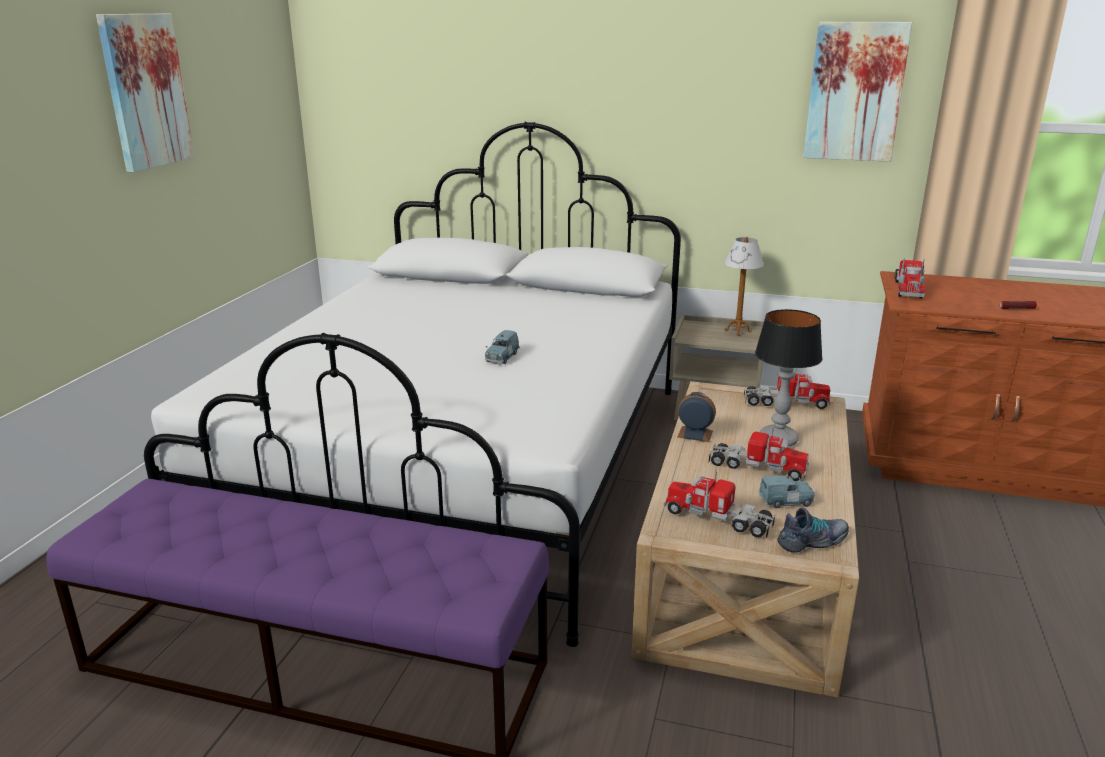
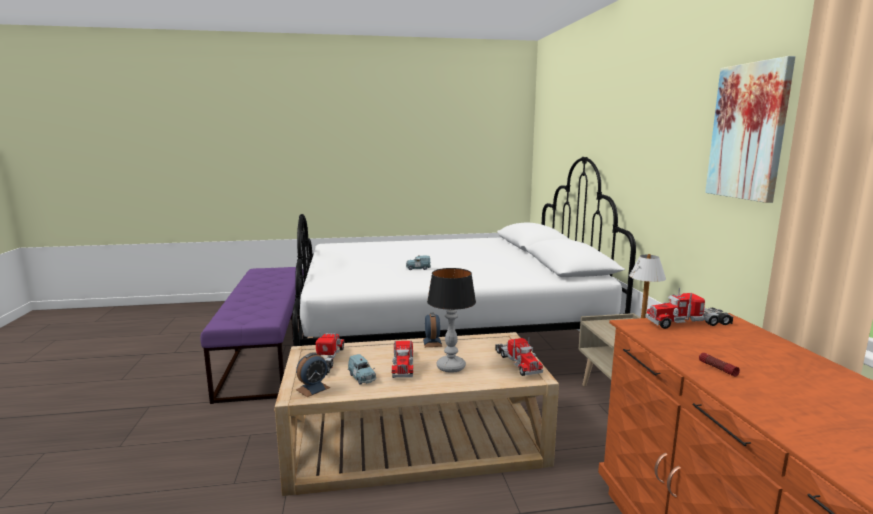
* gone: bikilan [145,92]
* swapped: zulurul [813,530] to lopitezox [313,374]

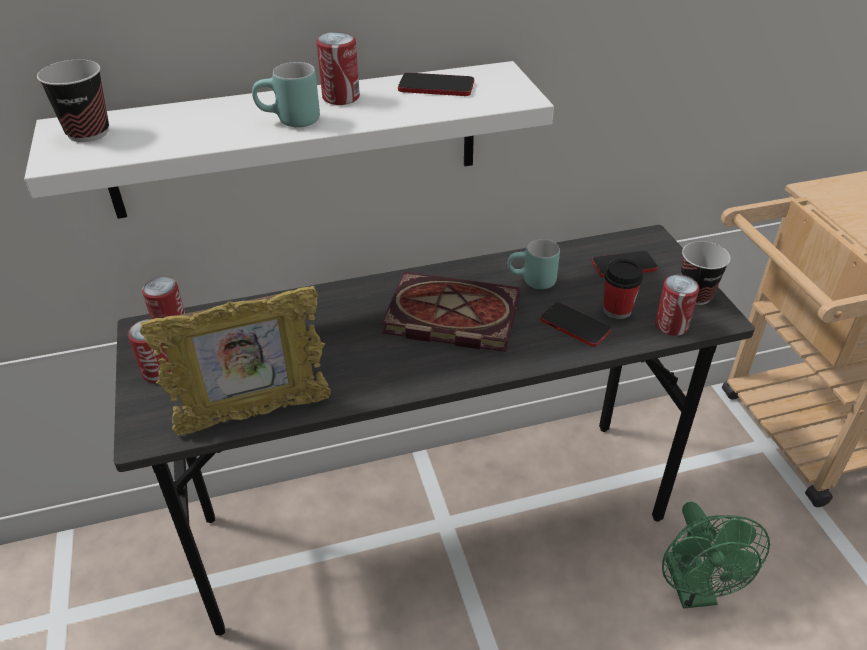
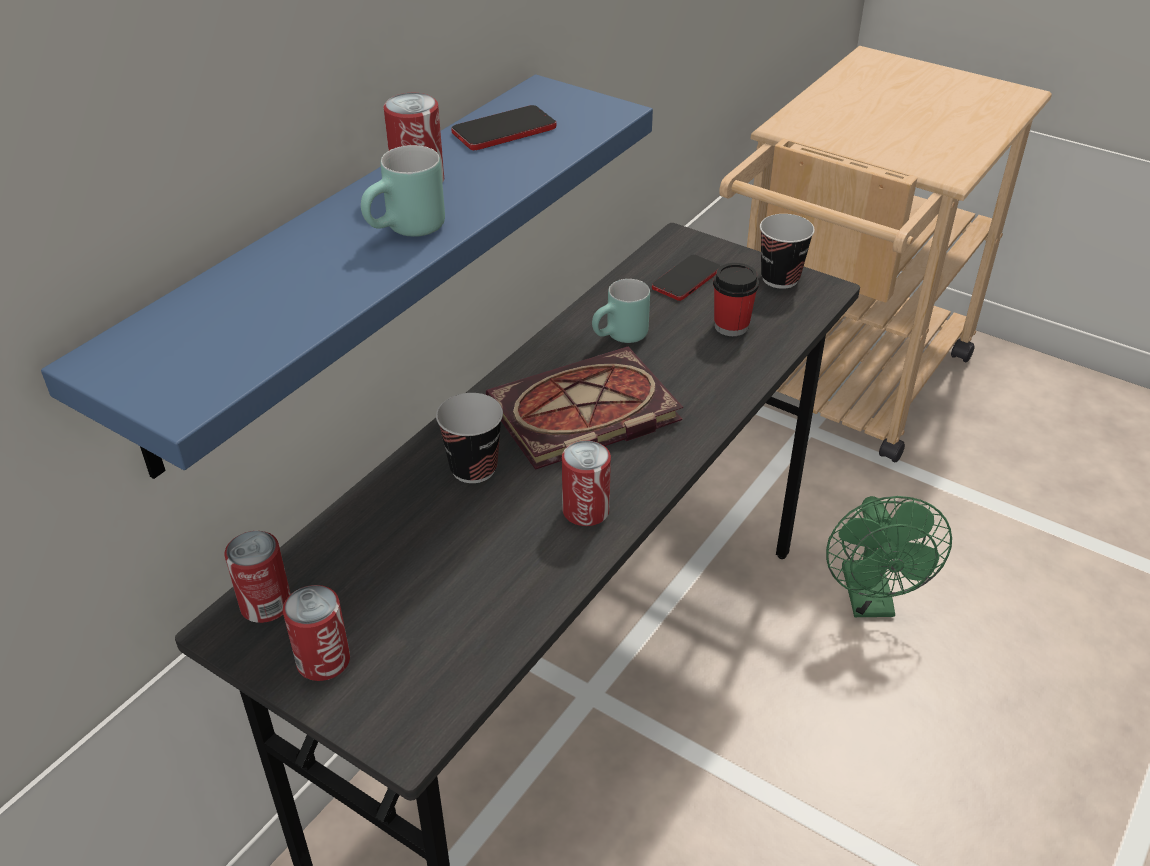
* repainted: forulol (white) [289,140] to forulol (blue) [347,277]
* shifted: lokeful [73,101] to [469,438]
* gone: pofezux [235,360]
* gone: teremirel [575,324]
* shifted: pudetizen [677,305] to [586,483]
* rotated: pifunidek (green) [716,555] = [889,556] 45 degrees clockwise

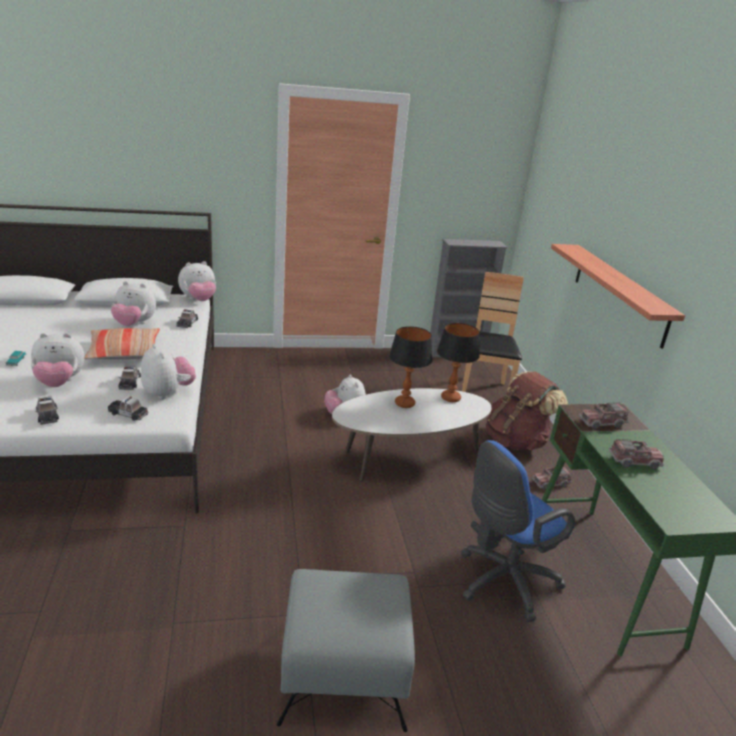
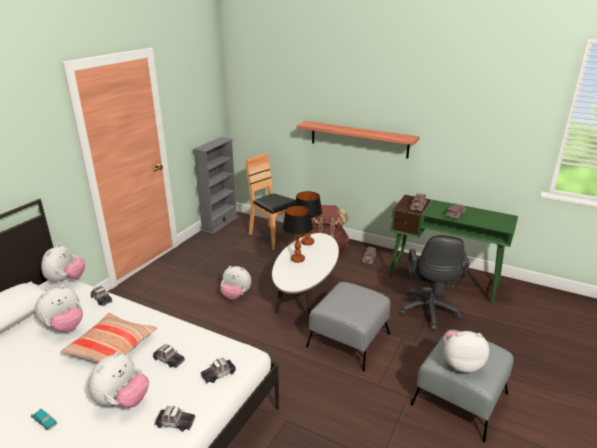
* shifted: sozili [168,372] to [466,352]
* repainted: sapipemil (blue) [518,531] to sapipemil (black) [434,282]
* new: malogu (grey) [348,326]

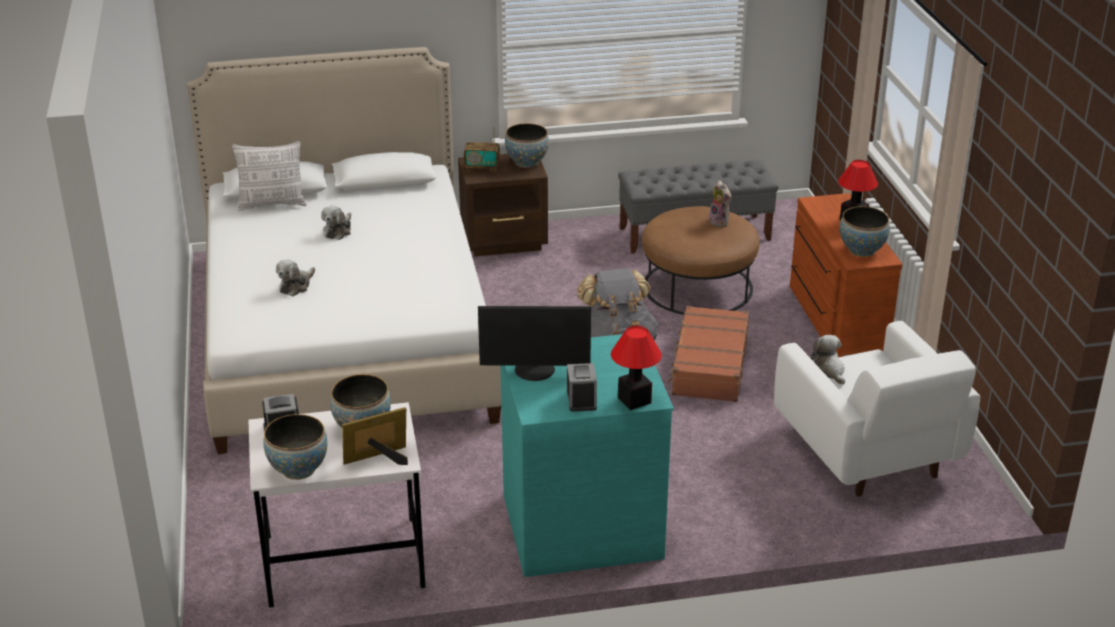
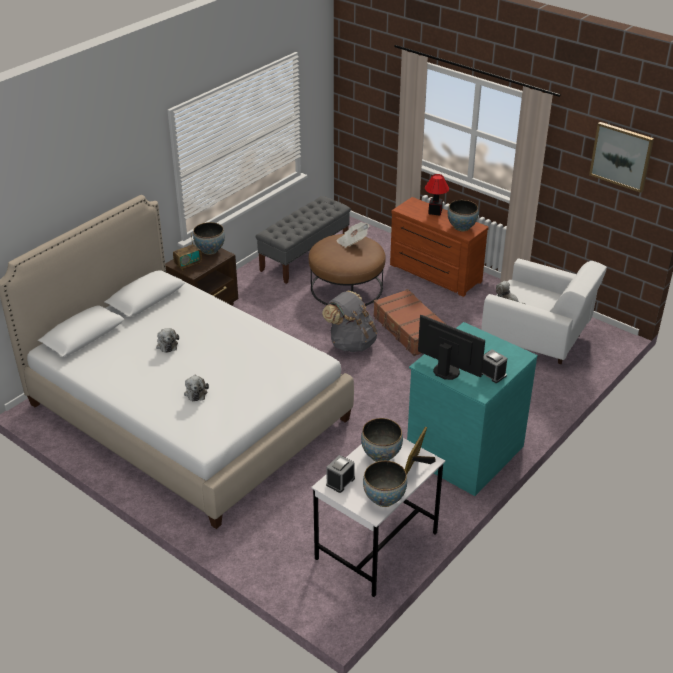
* gone: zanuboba [269,176]
* rotated: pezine [534,343] = [451,347] 105 degrees counterclockwise
* gone: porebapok [636,368]
* swapped: sozili [720,203] to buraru [353,235]
* new: bikilan [621,157]

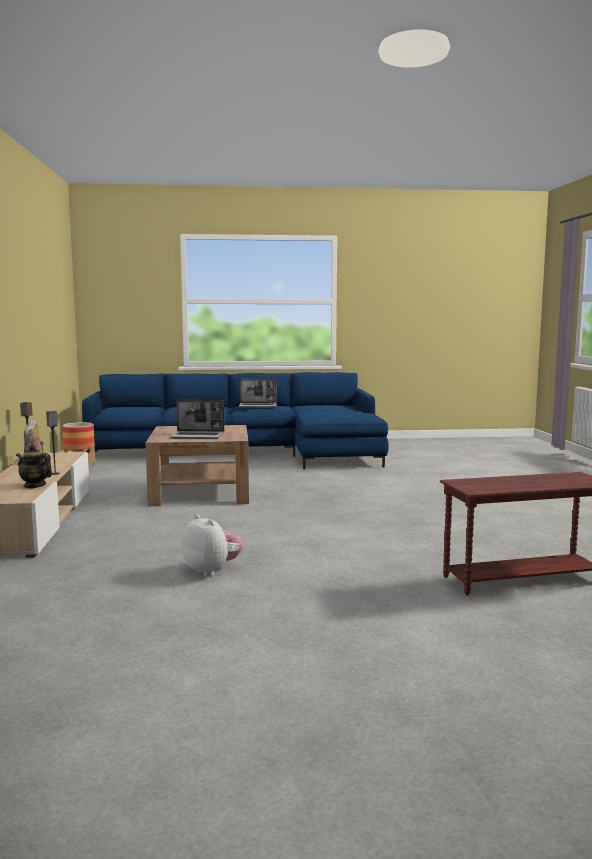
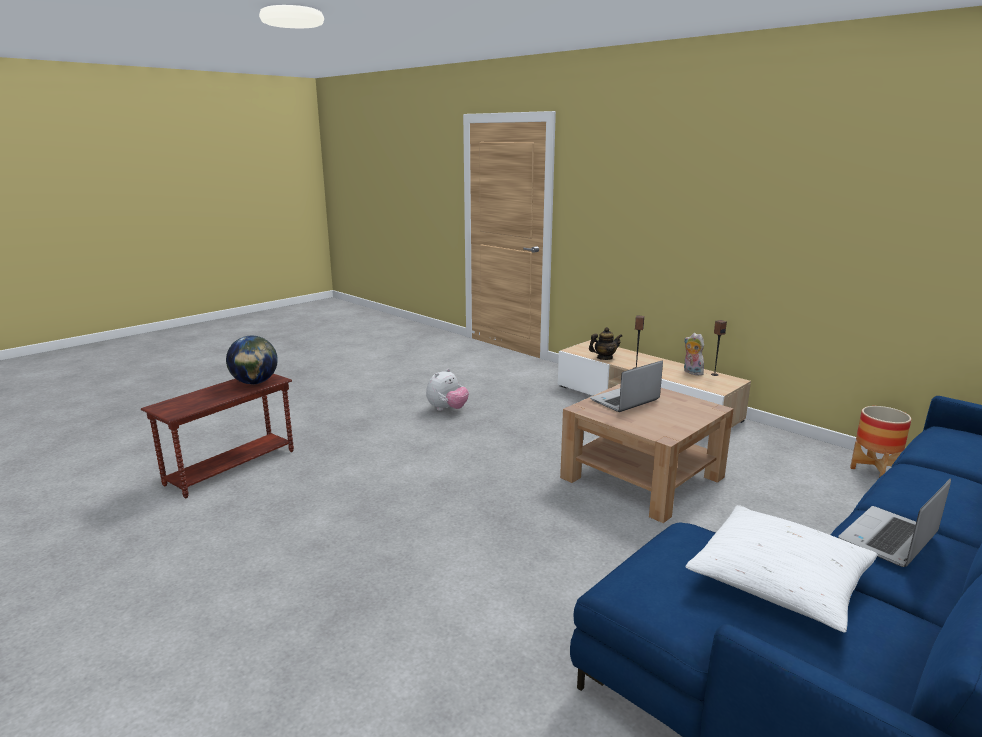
* rotated: sozili [212,545] = [447,390] 60 degrees counterclockwise
* new: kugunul [252,360]
* new: zanuboba (white) [781,569]

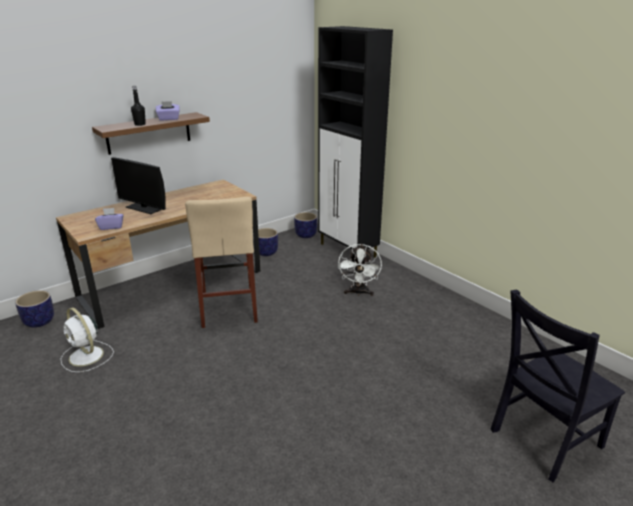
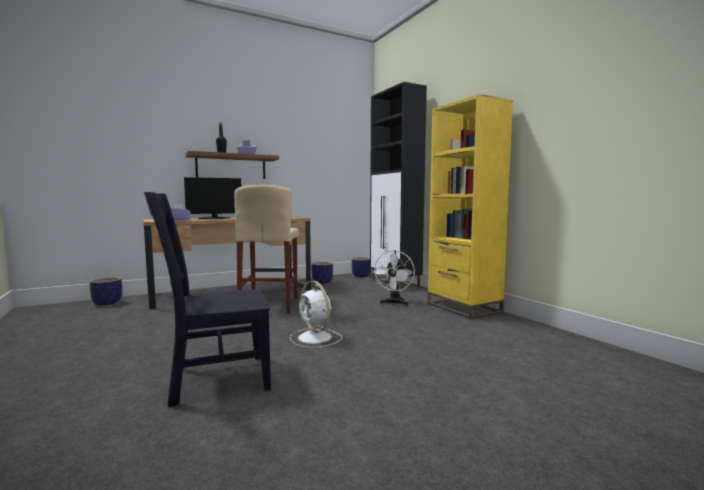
* shifted: pifunidek (white) [87,339] to [316,314]
* rotated: pezine [138,185] = [212,198] 60 degrees counterclockwise
* shifted: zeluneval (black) [558,386] to [207,299]
* new: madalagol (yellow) [470,206]

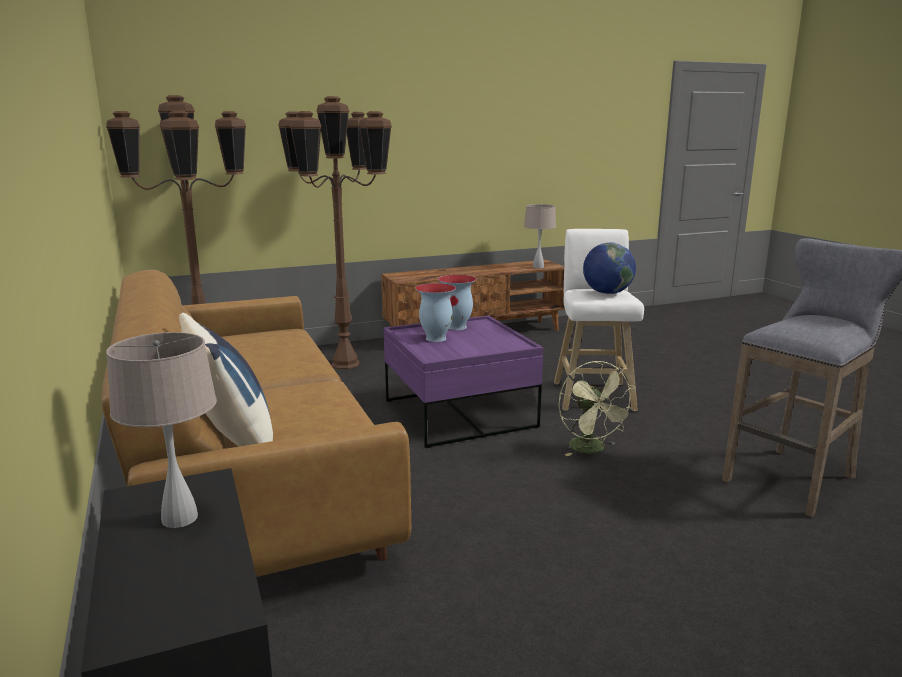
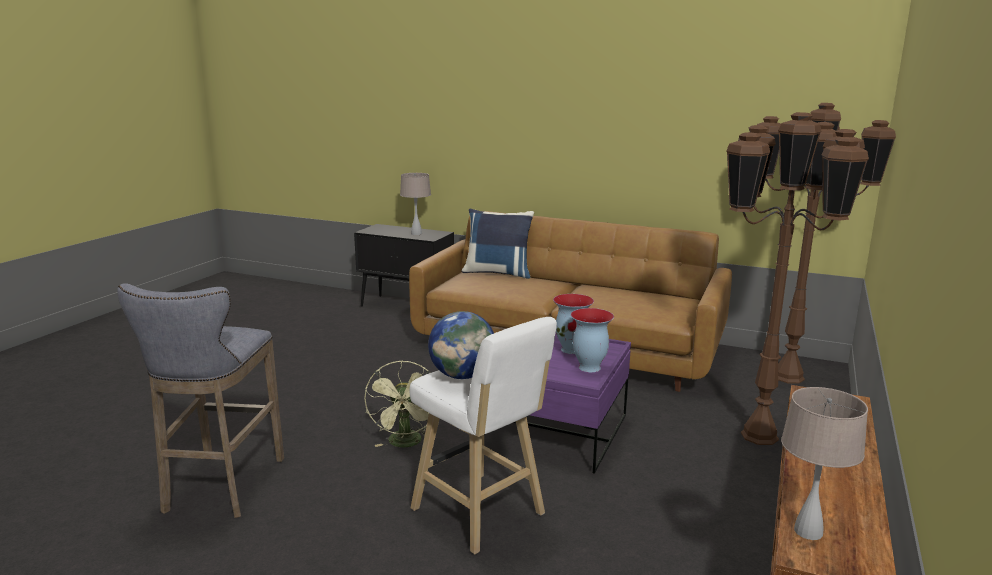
* rotated: pifunidek (green) [597,408] = [397,403] 120 degrees counterclockwise

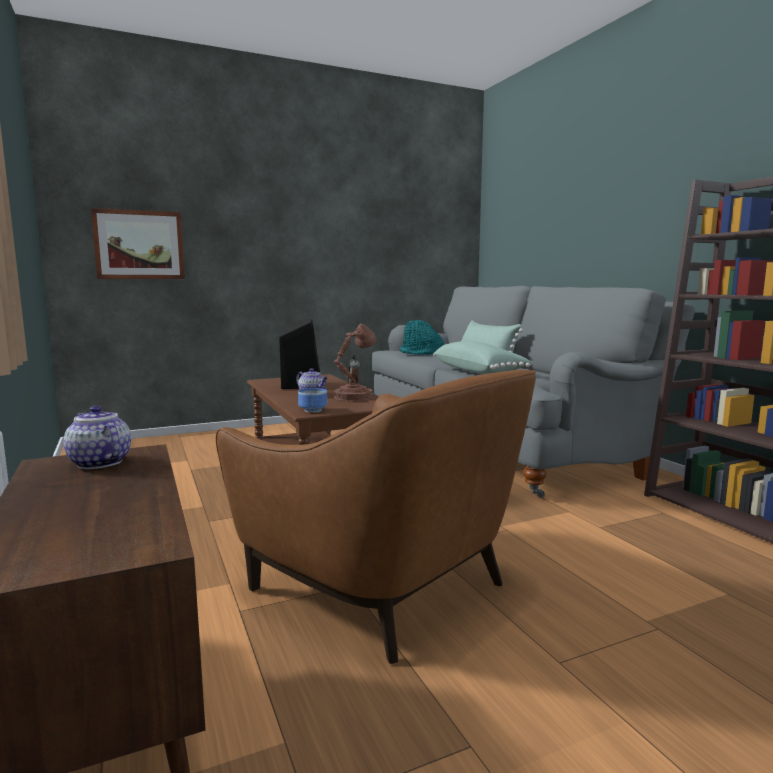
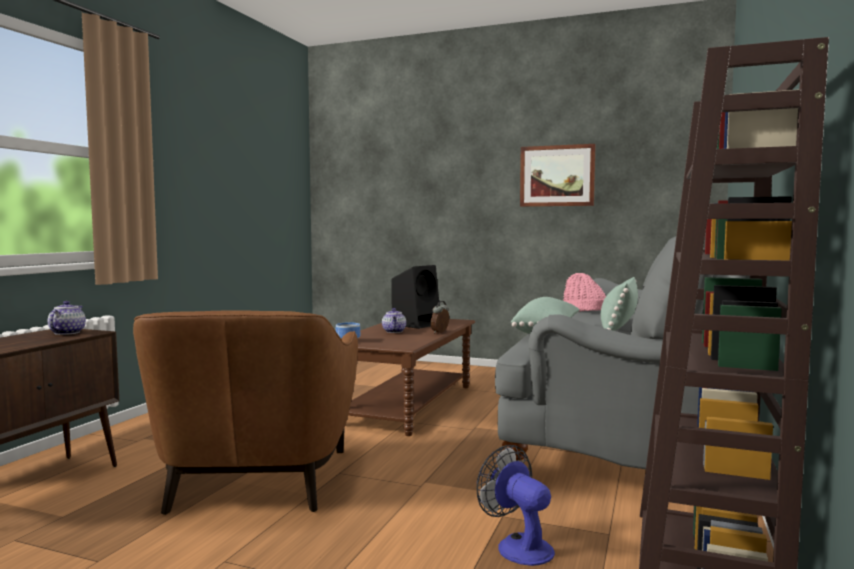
* shifted: bikilan [138,243] to [558,175]
* gone: porebapok (brown) [355,362]
* repainted: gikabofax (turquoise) [422,337] to gikabofax (pink) [584,292]
* new: pifunidek [515,505]

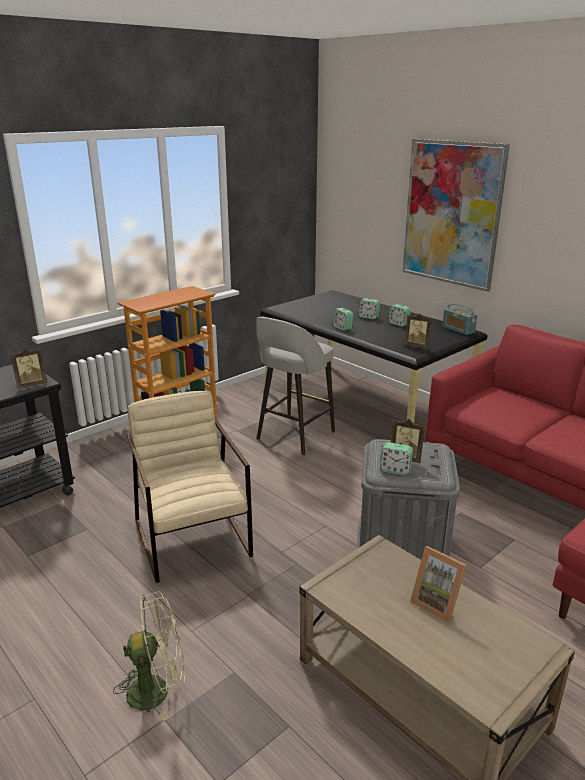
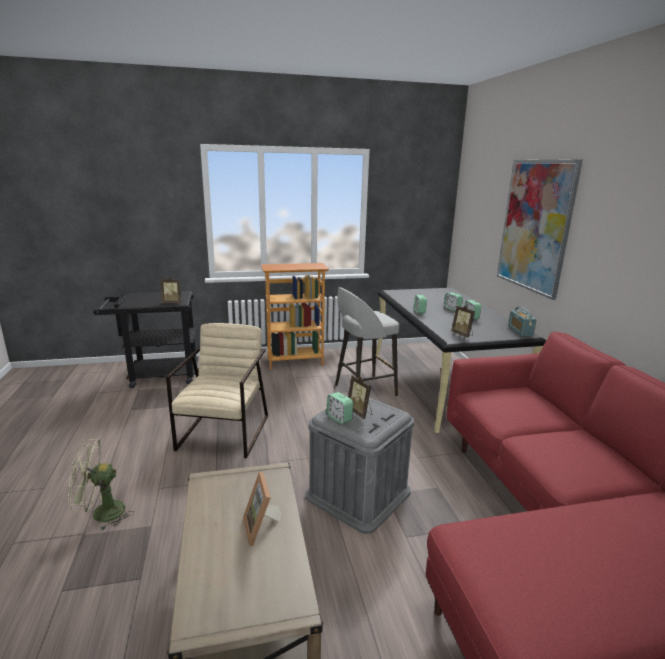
* rotated: pifunidek (green) [149,656] = [101,485] 150 degrees clockwise

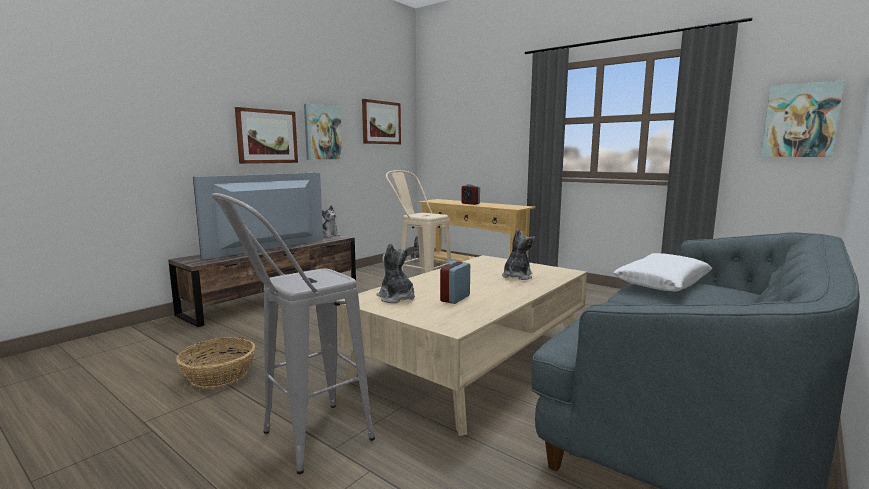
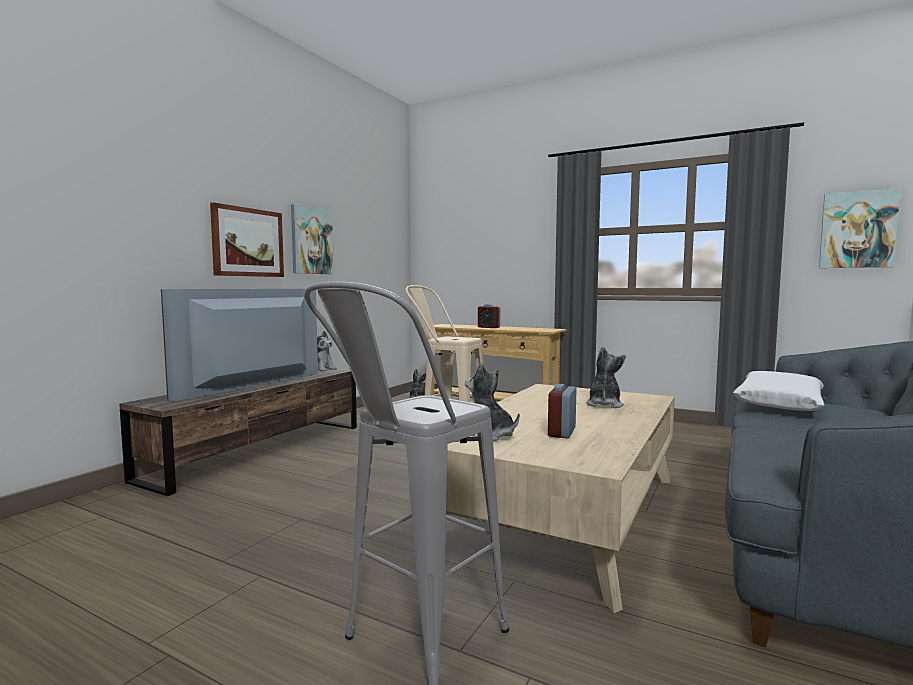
* gone: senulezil [215,362]
* gone: bikilan [381,121]

